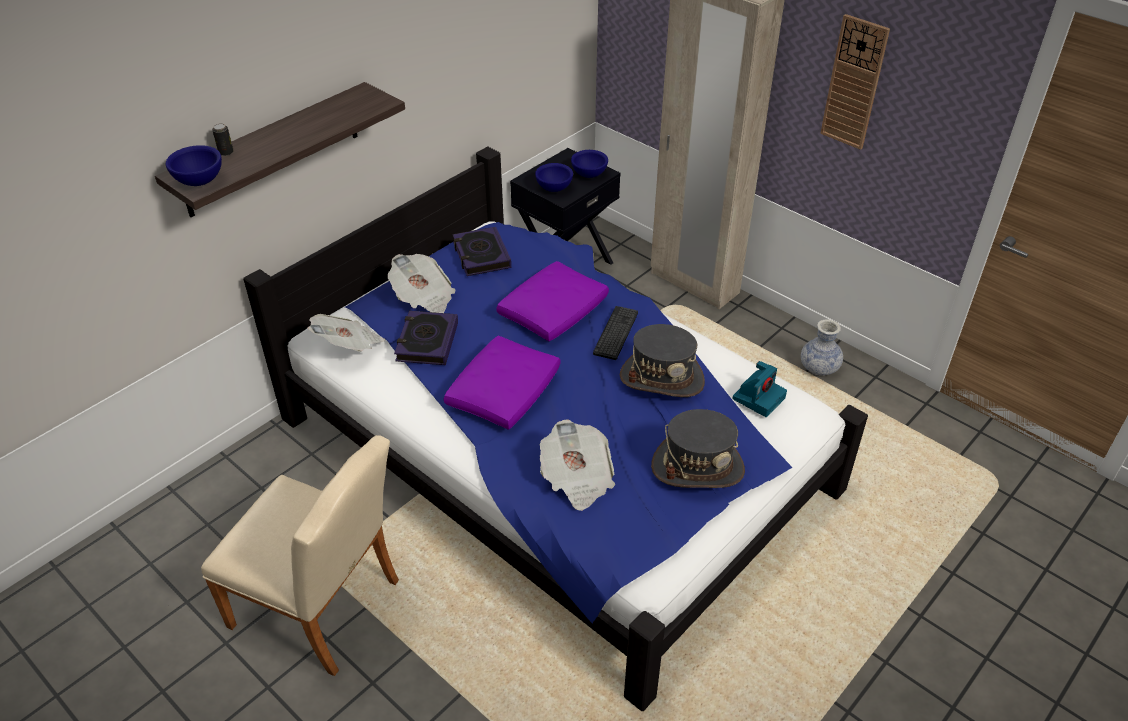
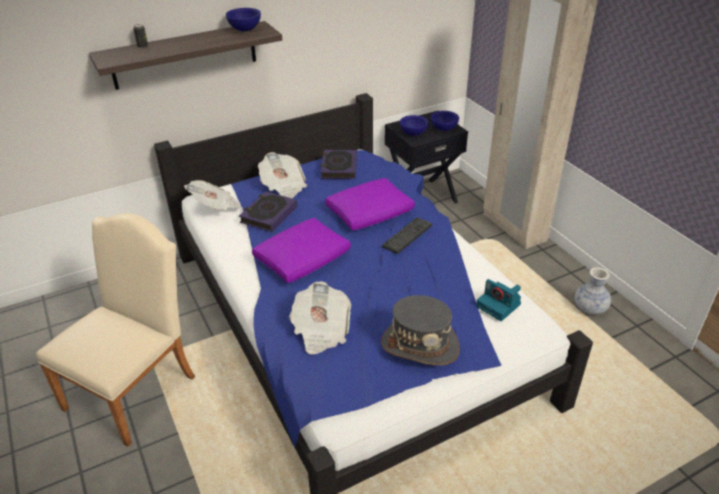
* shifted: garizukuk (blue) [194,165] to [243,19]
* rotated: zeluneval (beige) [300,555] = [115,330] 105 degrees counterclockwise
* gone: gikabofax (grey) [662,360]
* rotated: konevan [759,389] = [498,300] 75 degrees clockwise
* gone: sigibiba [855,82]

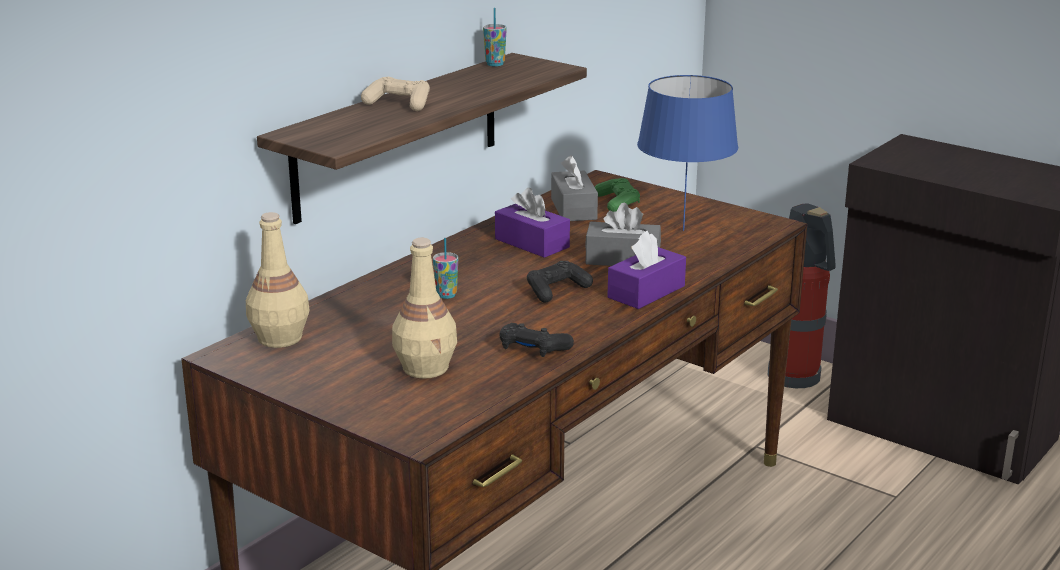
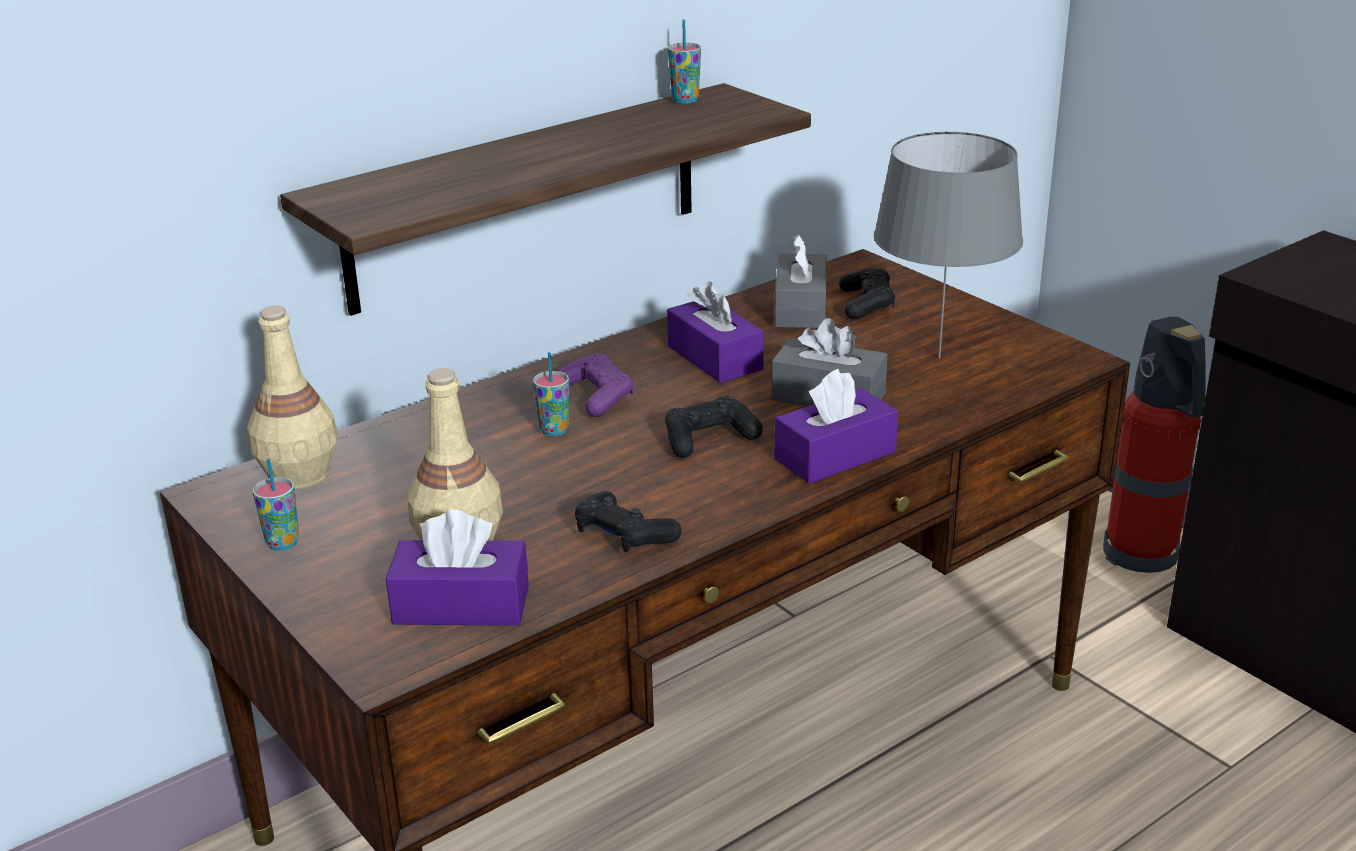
* gone: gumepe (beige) [395,94]
* repainted: gumepe (green) [617,195] to gumepe (black) [867,293]
* repainted: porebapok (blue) [687,153] to porebapok (grey) [948,245]
* new: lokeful [276,504]
* new: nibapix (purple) [457,568]
* new: gumepe (purple) [596,385]

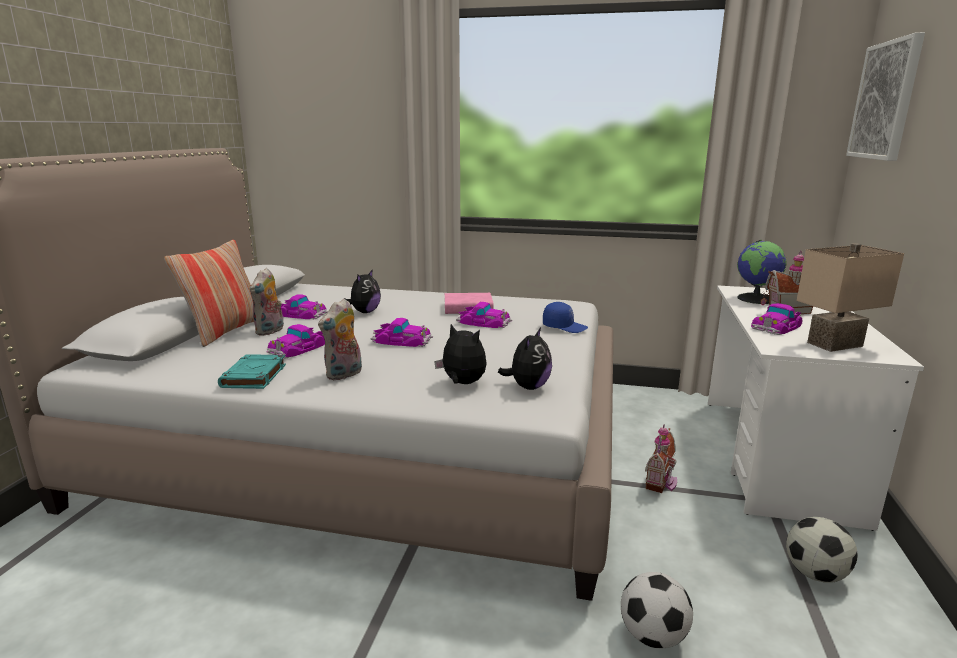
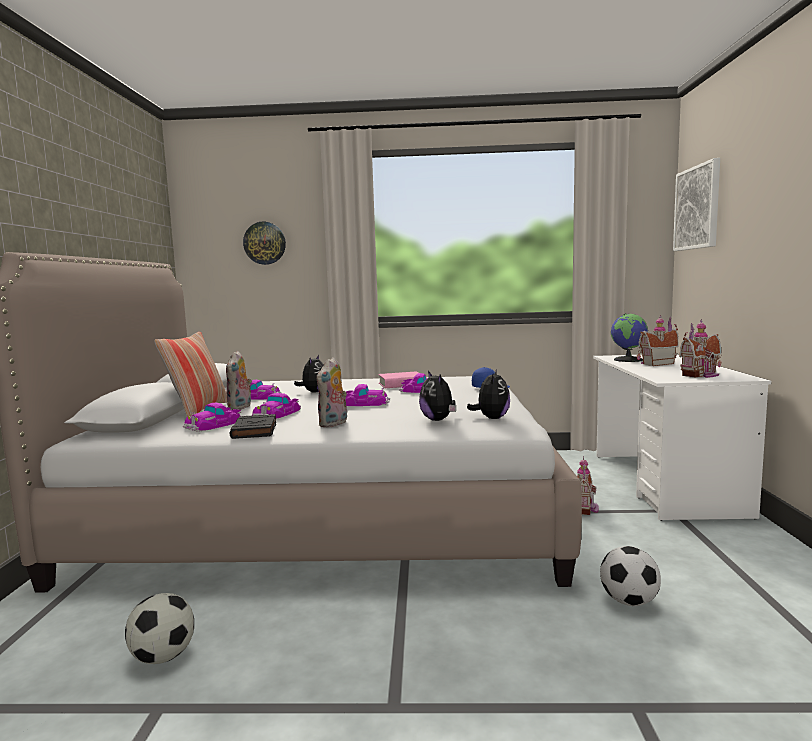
* repainted: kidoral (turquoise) [252,371] to kidoral (black) [253,426]
* rotated: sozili [460,354] = [437,396] 135 degrees counterclockwise
* shifted: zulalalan [777,319] to [212,417]
* shifted: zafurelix [822,550] to [159,628]
* swapped: porebapok (beige) [850,297] to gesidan [700,348]
* new: sigibiba [264,243]

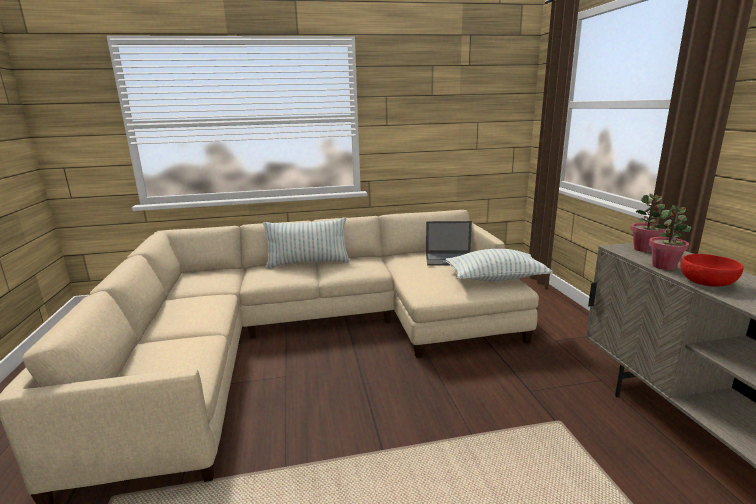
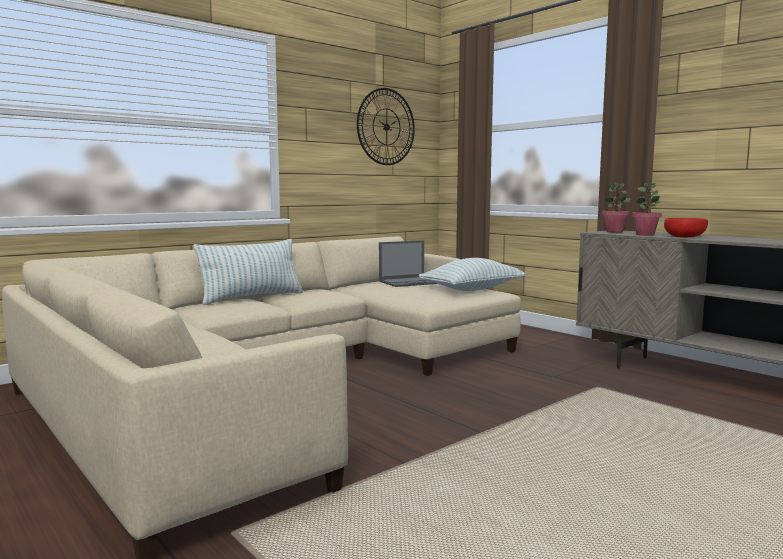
* new: sigibiba [386,126]

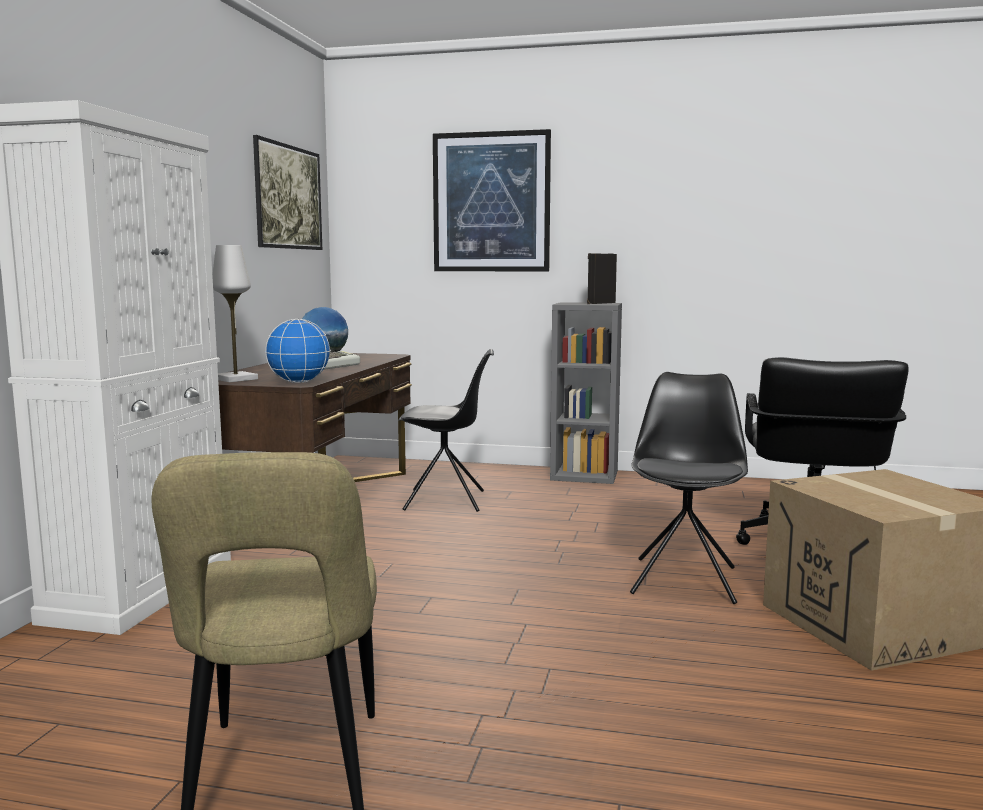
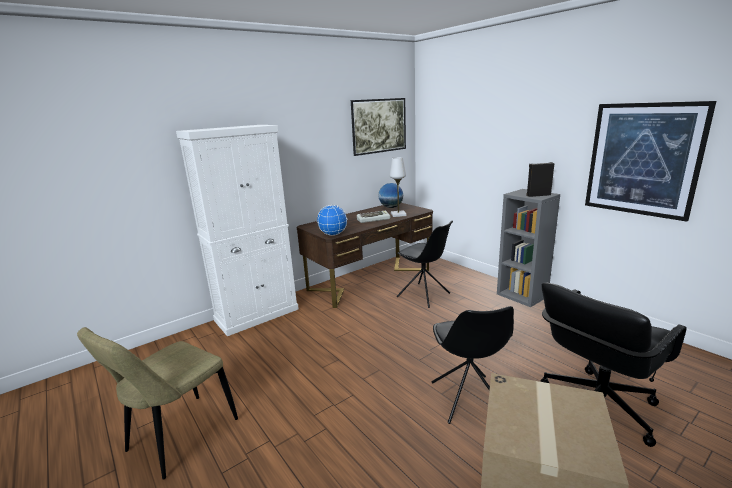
* shifted: porebapok (white) [235,313] to [398,187]
* shifted: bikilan [492,200] to [650,161]
* rotated: zeluneval (black) [689,488] = [473,365] 120 degrees clockwise

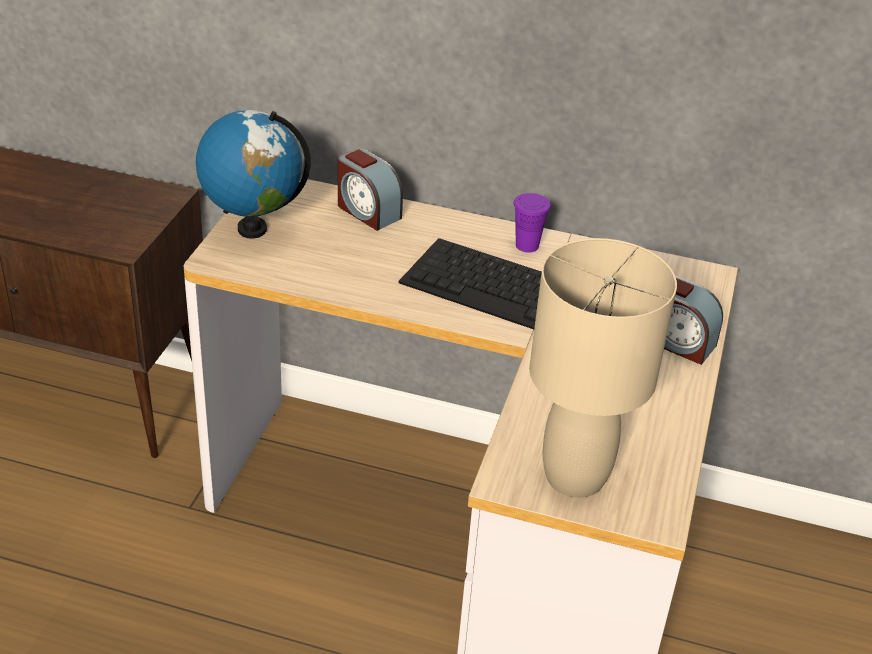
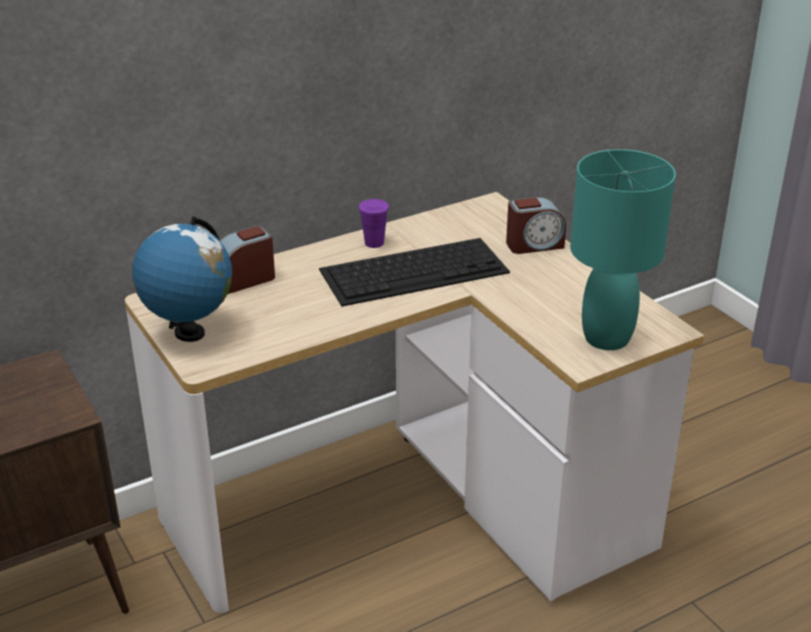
* rotated: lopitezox [370,189] = [247,259] 150 degrees clockwise
* repainted: porebapok (beige) [603,368] to porebapok (turquoise) [623,249]

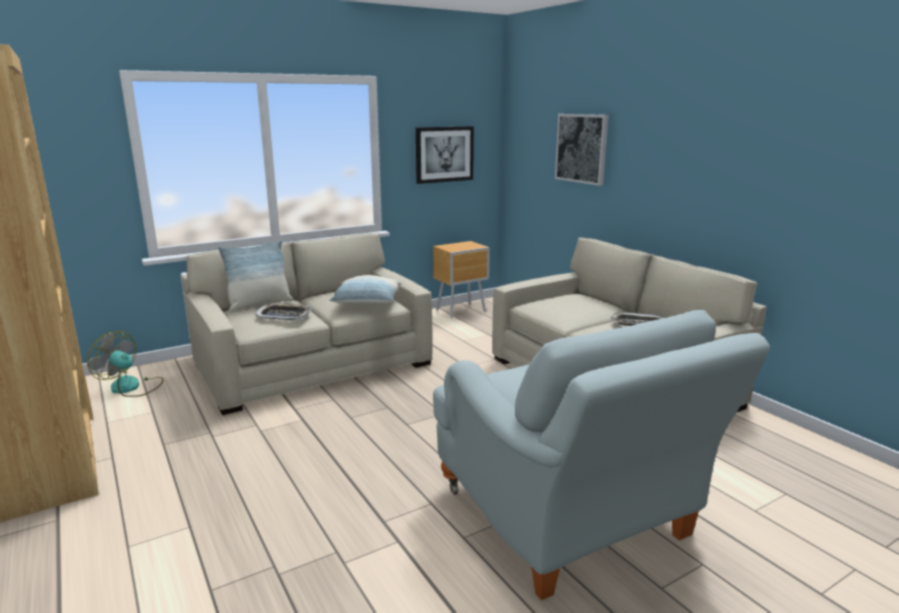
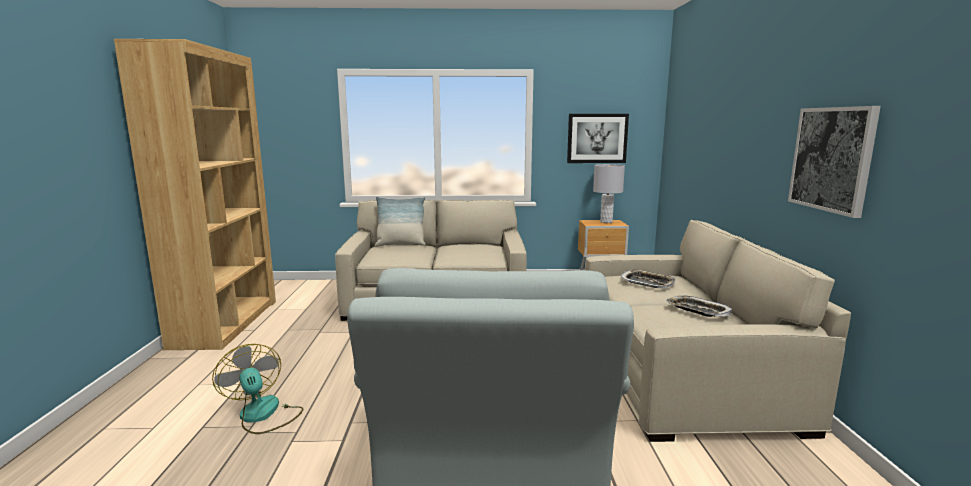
* shifted: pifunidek [125,364] to [257,389]
* shifted: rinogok [283,311] to [648,278]
* gone: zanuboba [365,289]
* shifted: bikilan [582,150] to [834,162]
* new: porebapok (grey) [609,193]

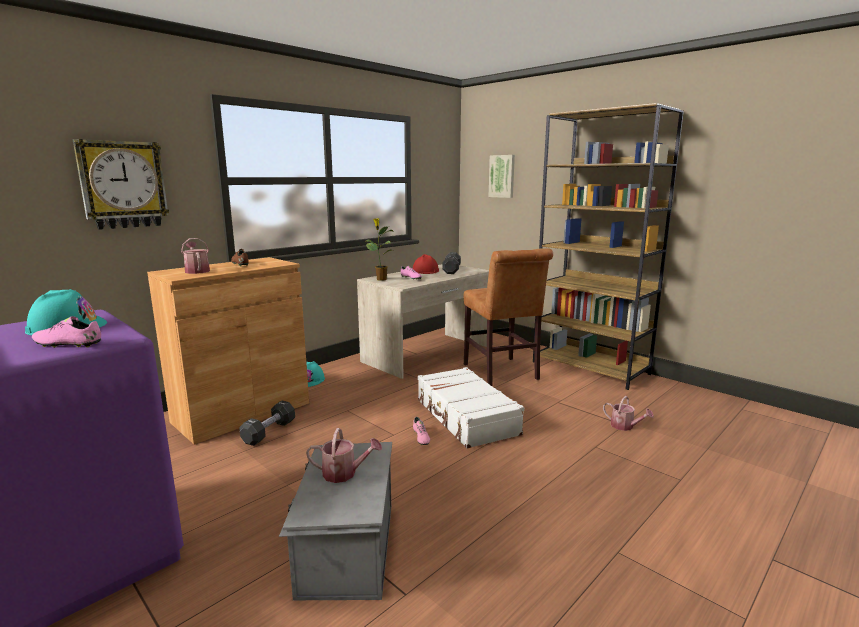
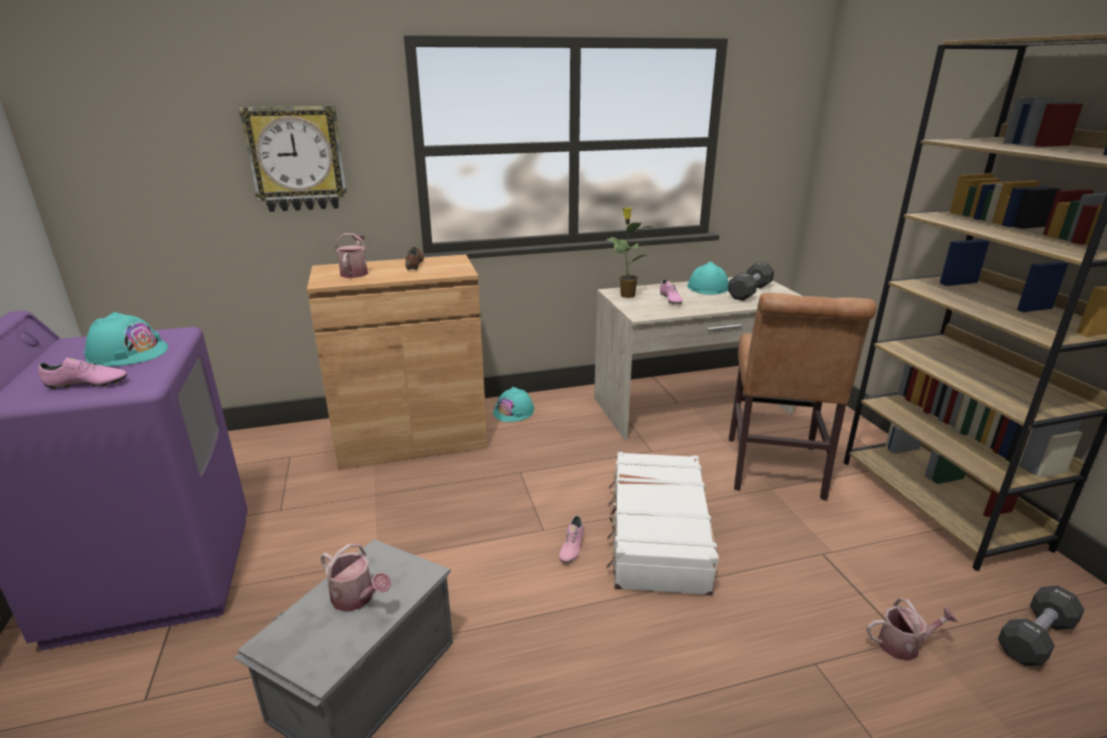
* rotated: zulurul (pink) [66,332] = [82,374] 135 degrees clockwise
* shifted: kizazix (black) [267,423] to [1041,625]
* repainted: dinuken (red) [426,264] to dinuken (turquoise) [708,278]
* gone: bikilan [502,176]
* rotated: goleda [628,413] = [912,629] 75 degrees counterclockwise

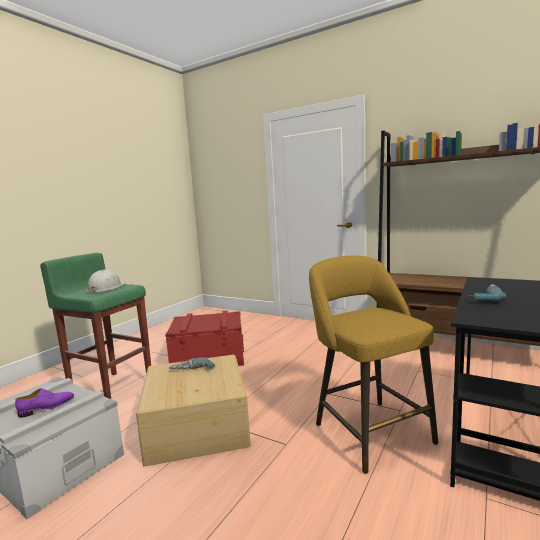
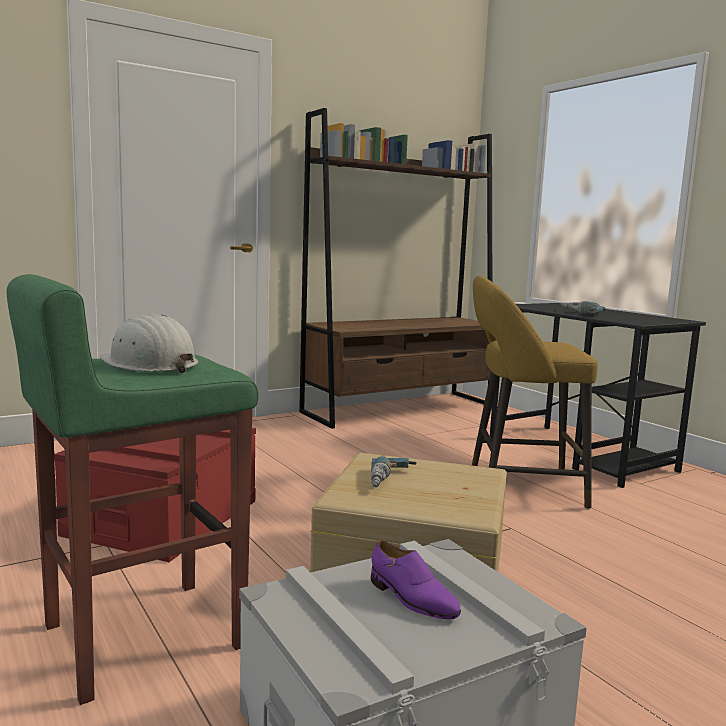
* rotated: zulurul (purple) [44,403] = [416,579] 150 degrees clockwise

